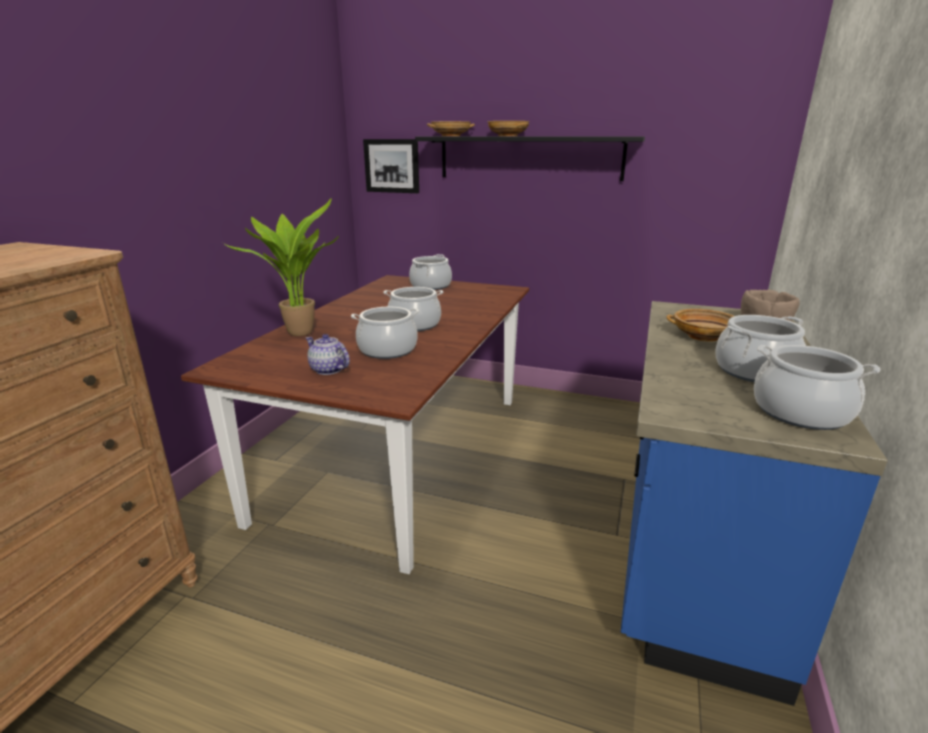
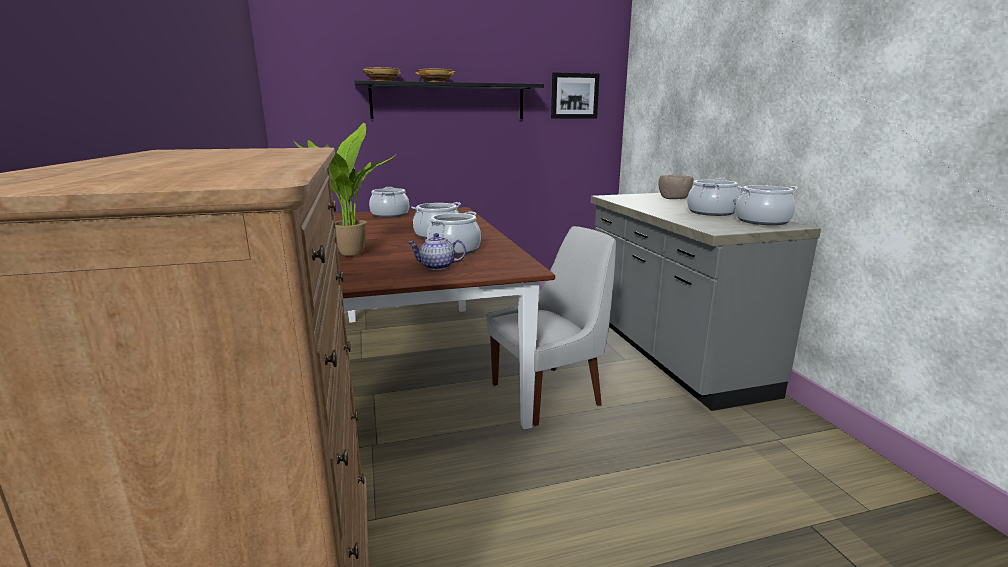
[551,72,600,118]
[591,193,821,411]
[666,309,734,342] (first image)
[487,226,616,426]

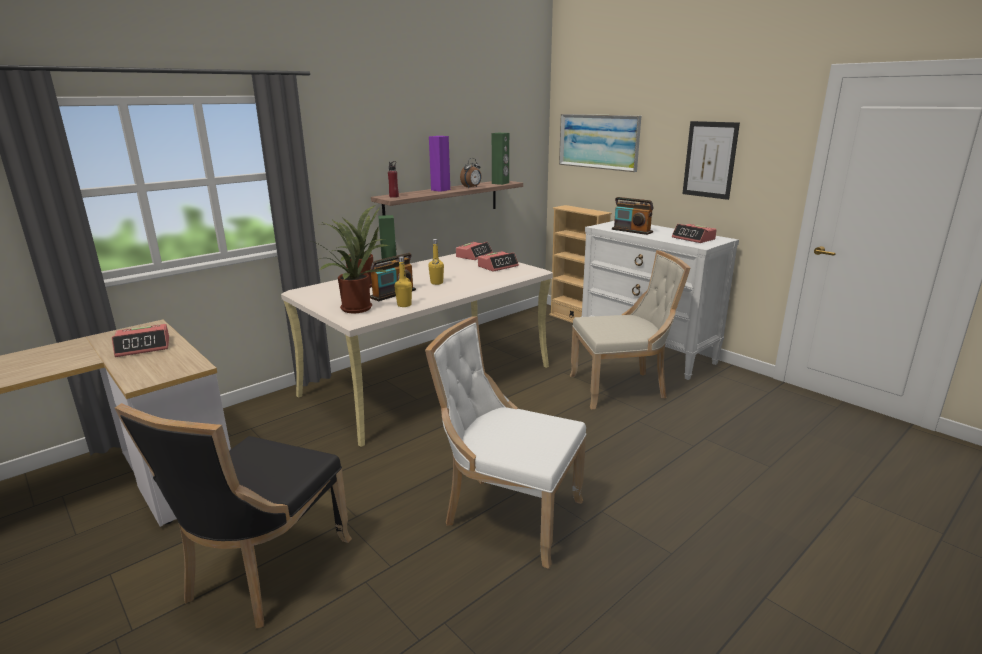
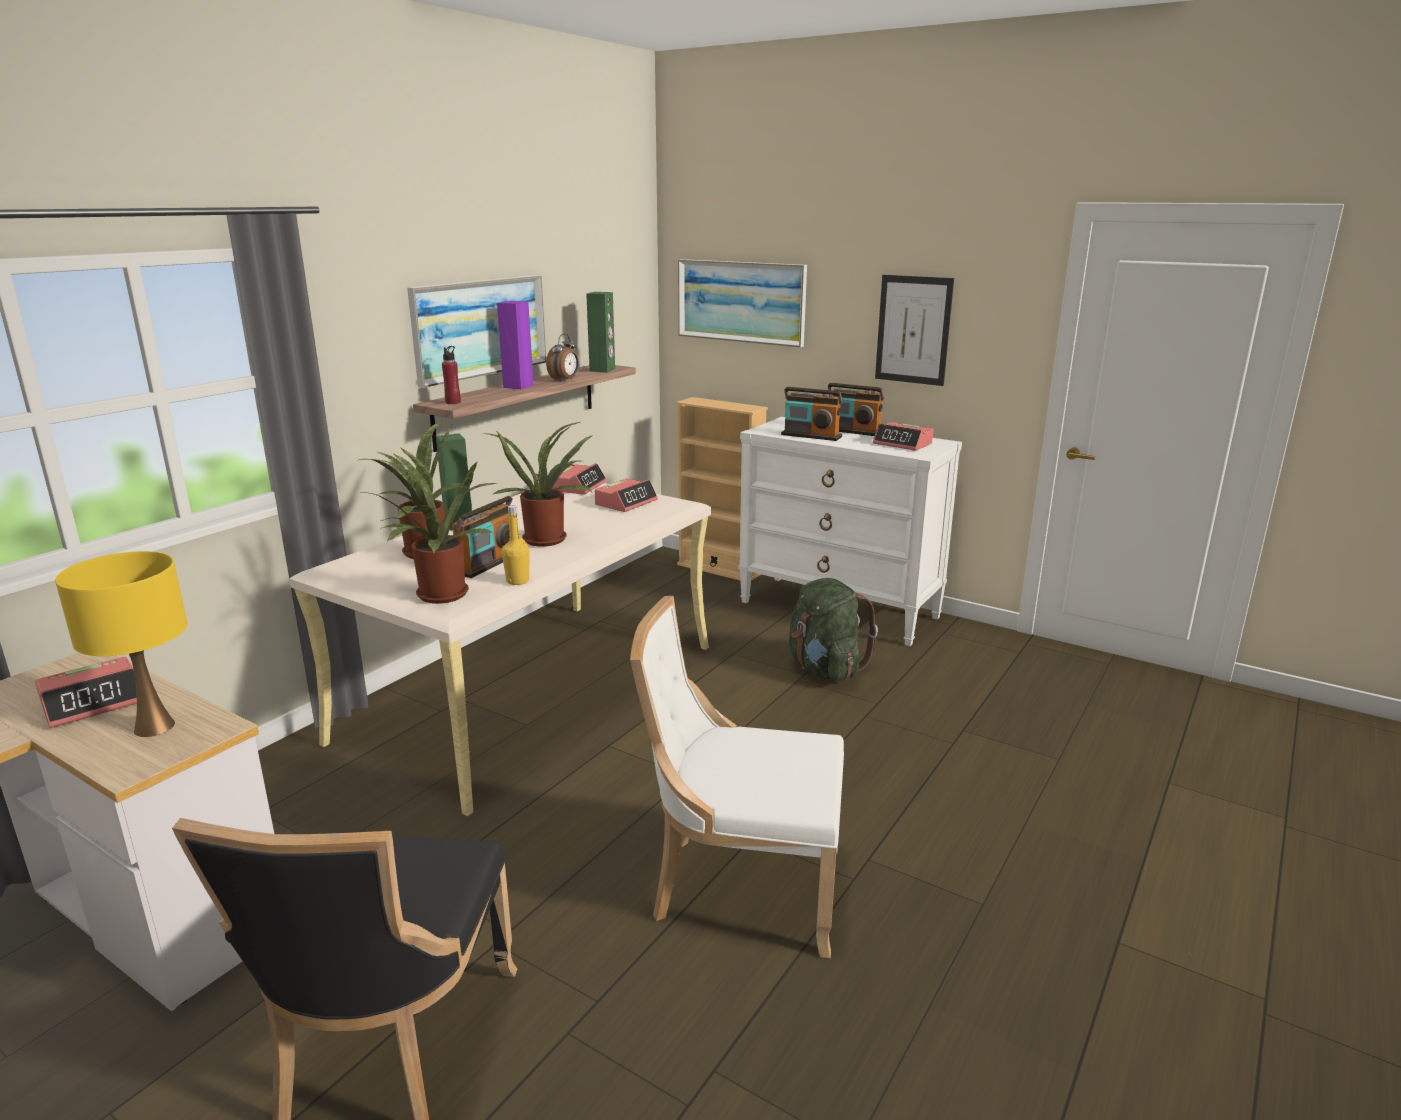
[483,422,593,547]
[789,578,878,681]
[55,551,187,737]
[407,275,546,388]
[828,383,884,436]

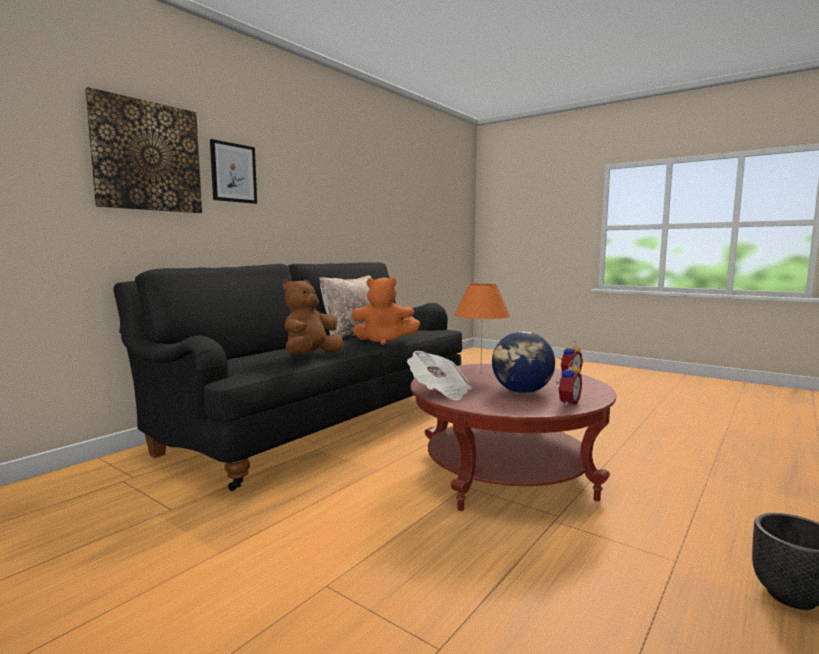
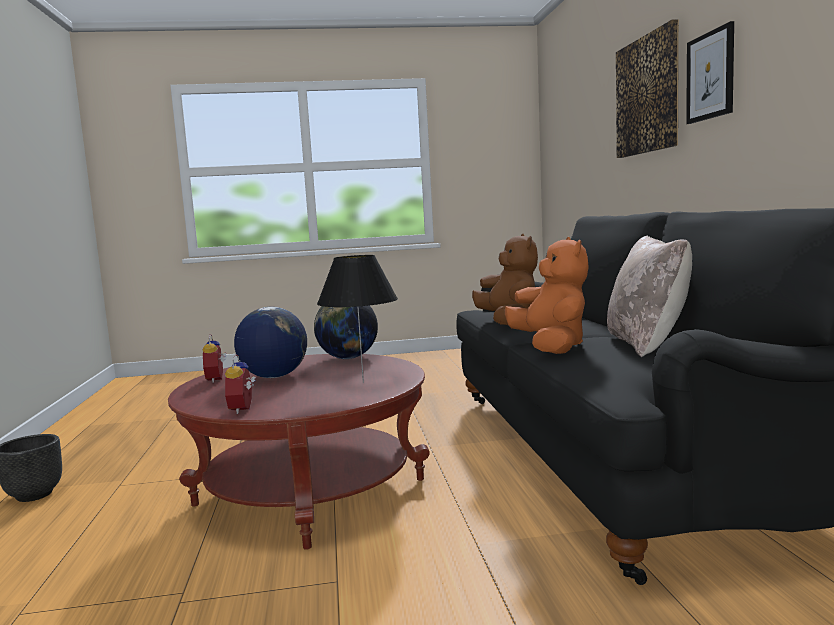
[505,237,589,354]
[314,305,378,359]
[317,255,398,383]

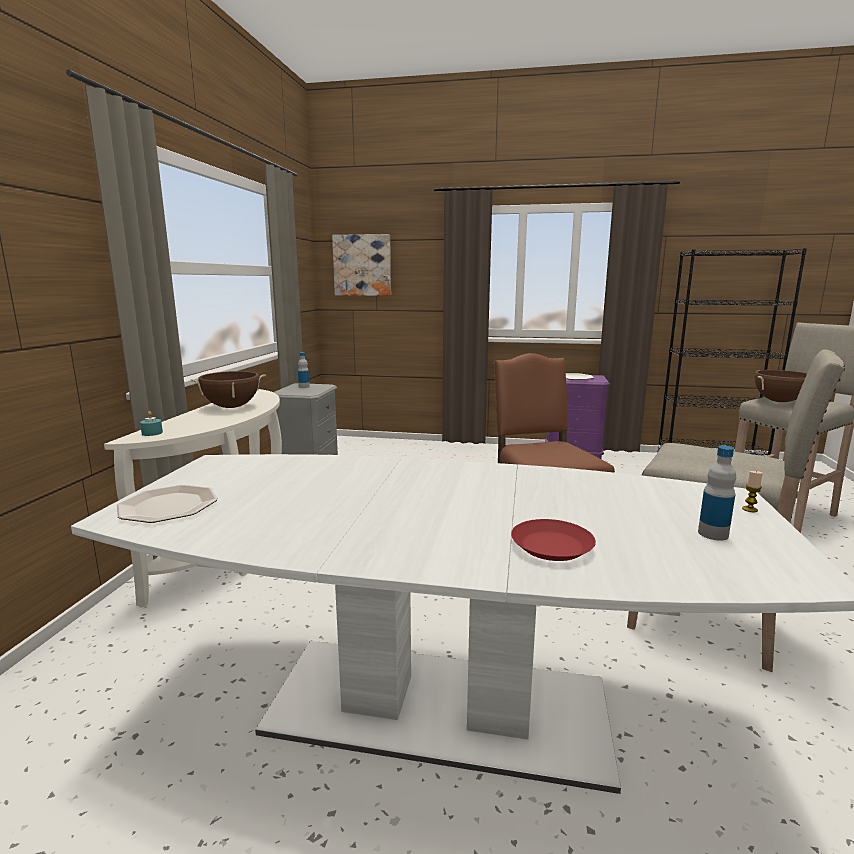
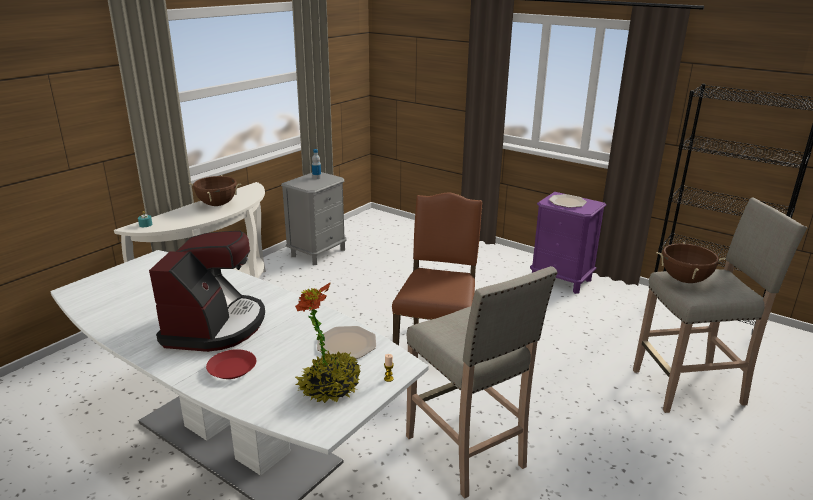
[317,326,376,359]
[332,234,391,296] (first image)
[295,282,361,403]
[149,231,265,352]

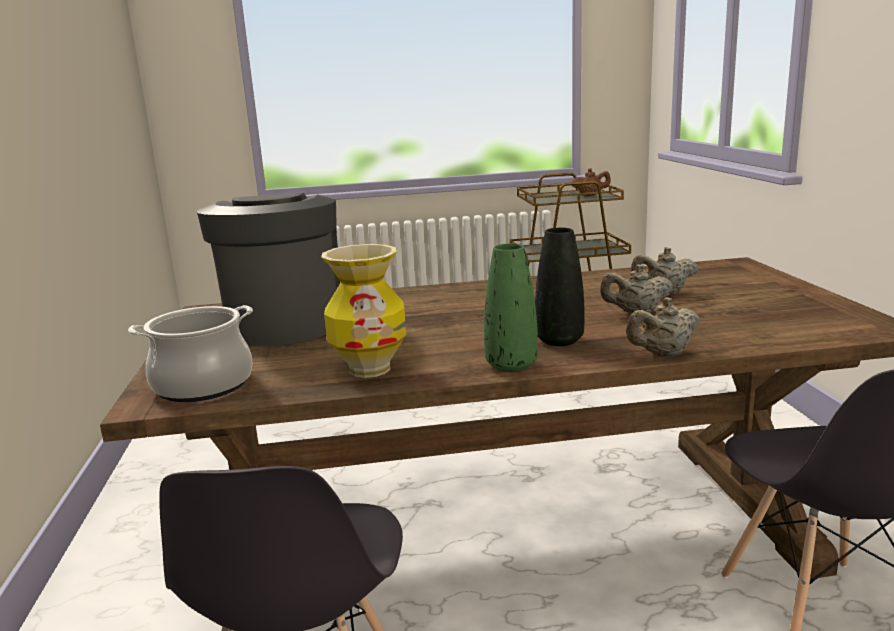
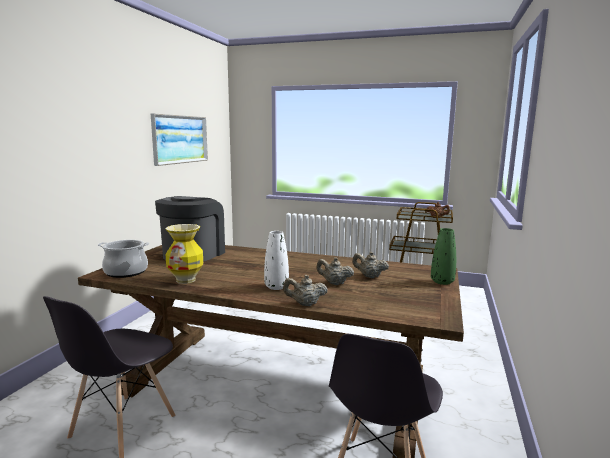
[431,228,456,285]
[264,231,289,290]
[151,113,208,166]

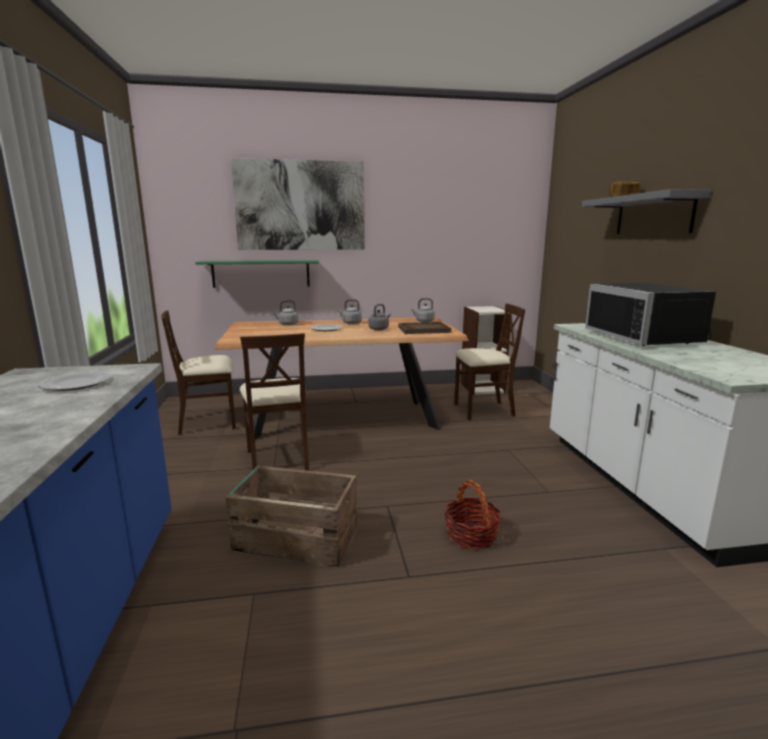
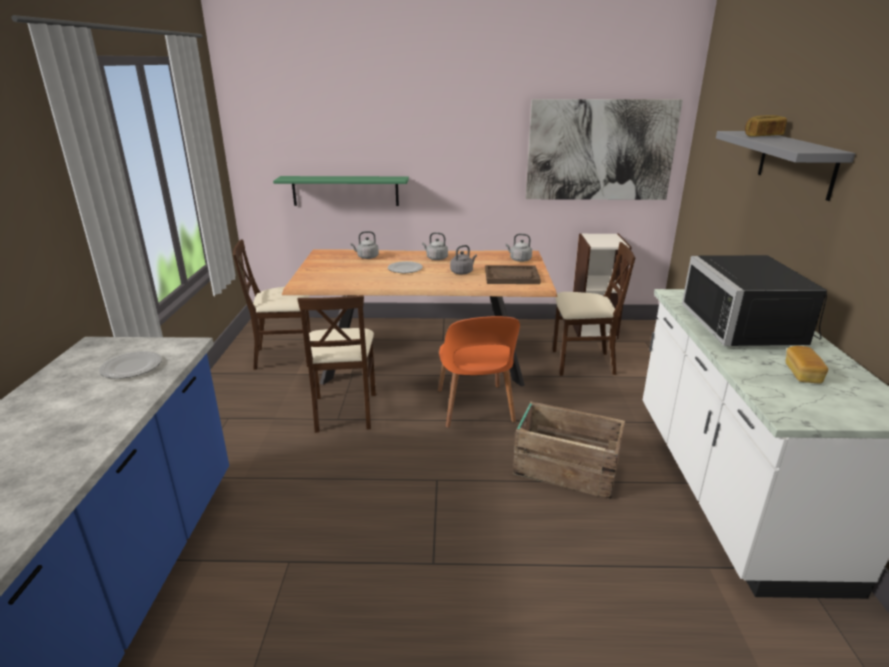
[513,401,625,499]
[526,99,683,200]
[444,480,501,550] (first image)
[438,316,520,428]
[786,346,828,384]

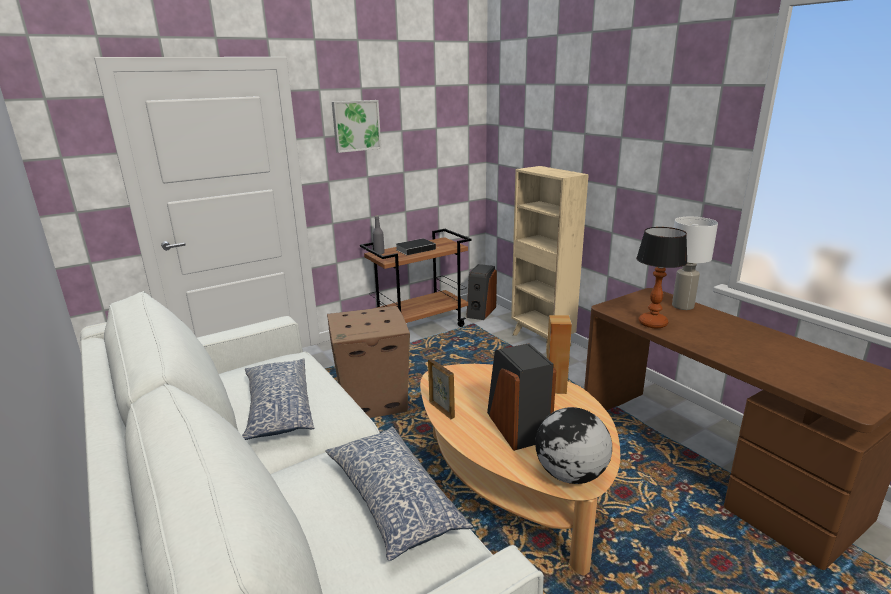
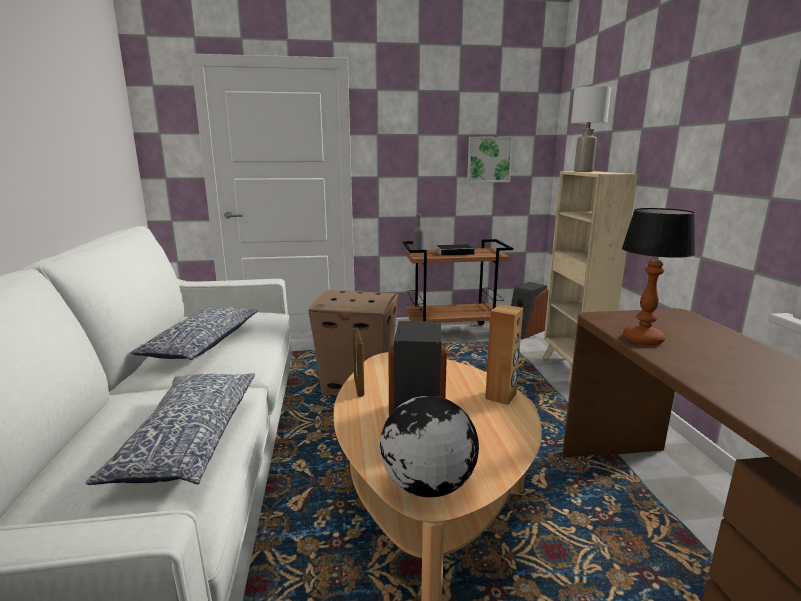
[467,137,513,183]
[571,86,611,172]

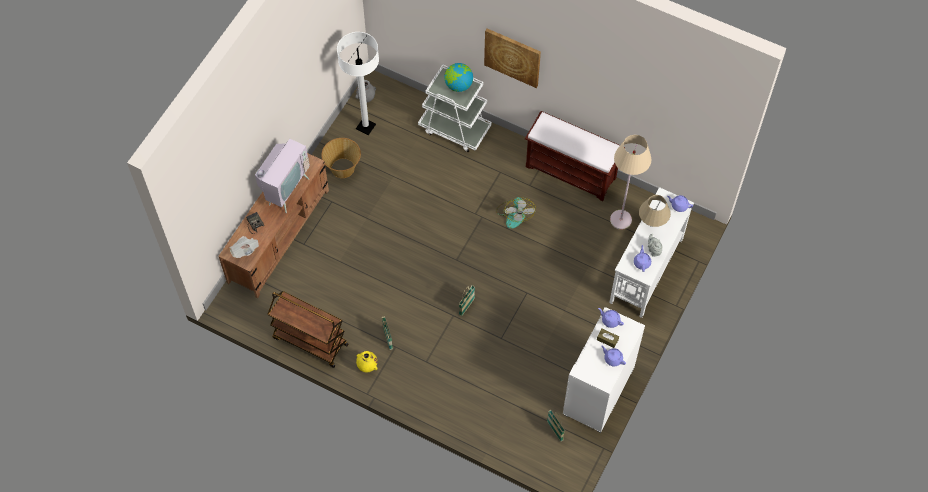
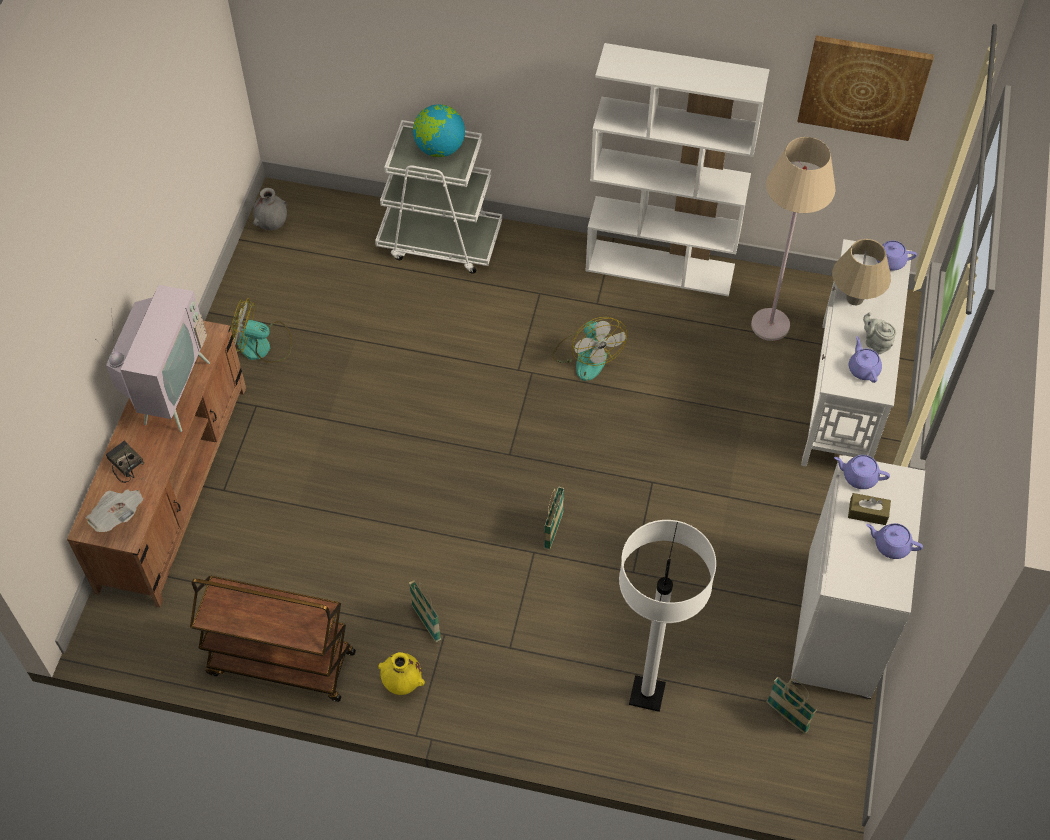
[231,298,292,363]
[619,520,716,712]
[797,35,934,141]
[585,43,770,297]

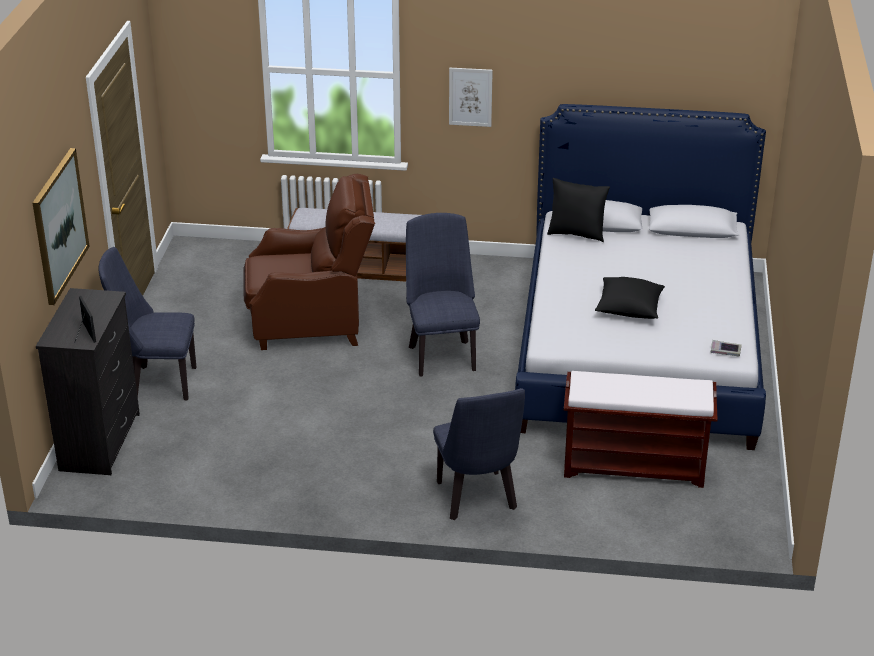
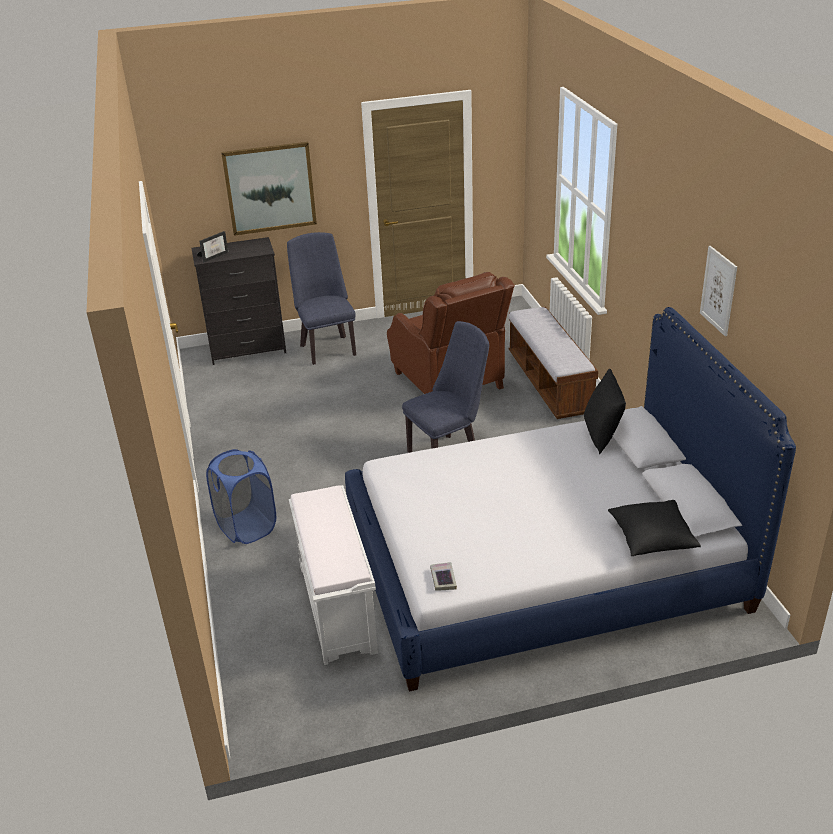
[206,449,276,544]
[700,246,737,336]
[289,485,378,665]
[608,500,701,556]

